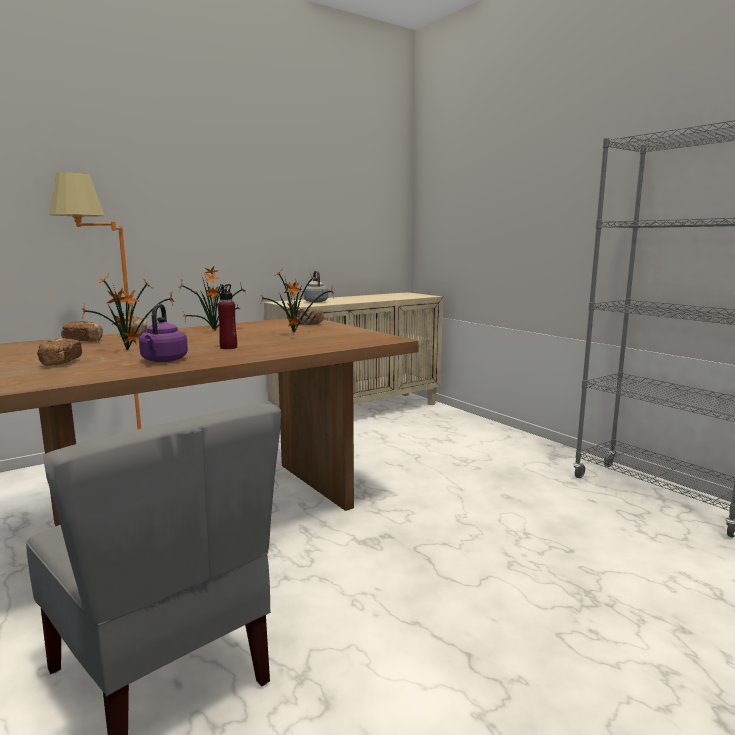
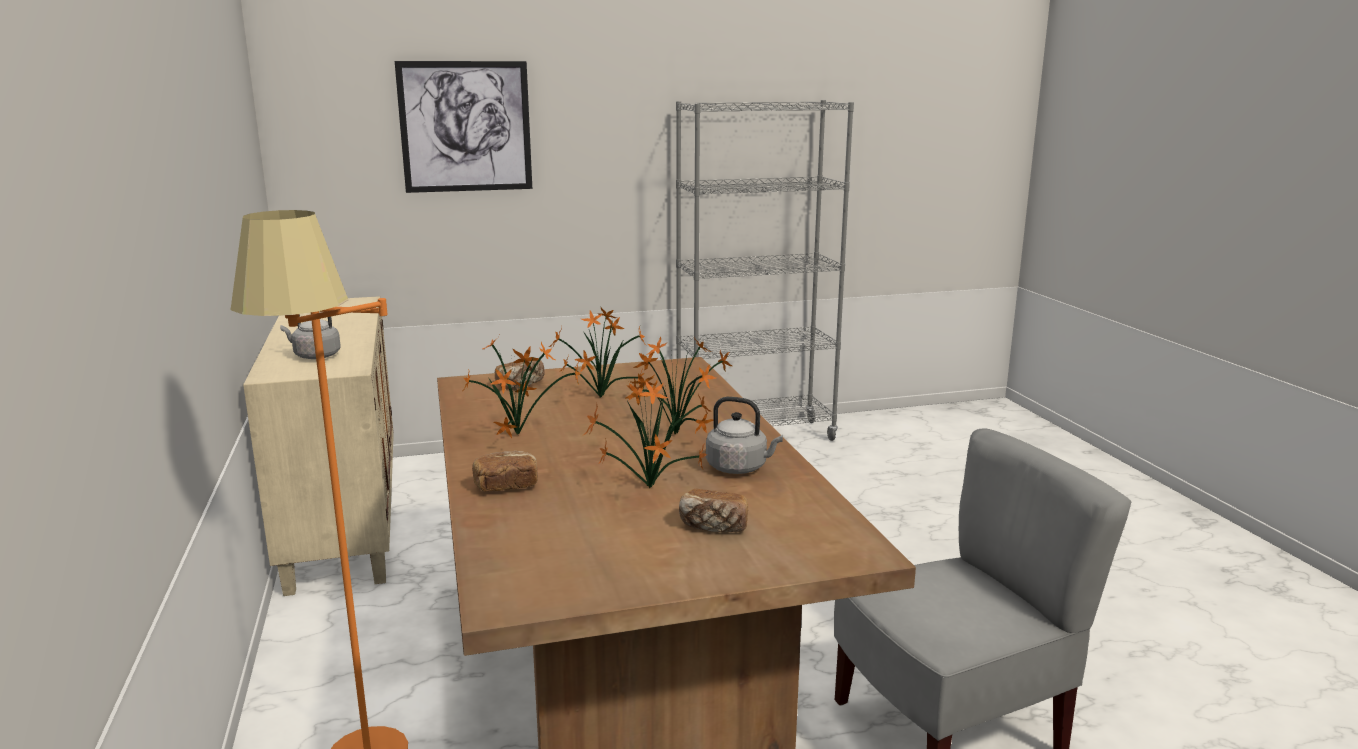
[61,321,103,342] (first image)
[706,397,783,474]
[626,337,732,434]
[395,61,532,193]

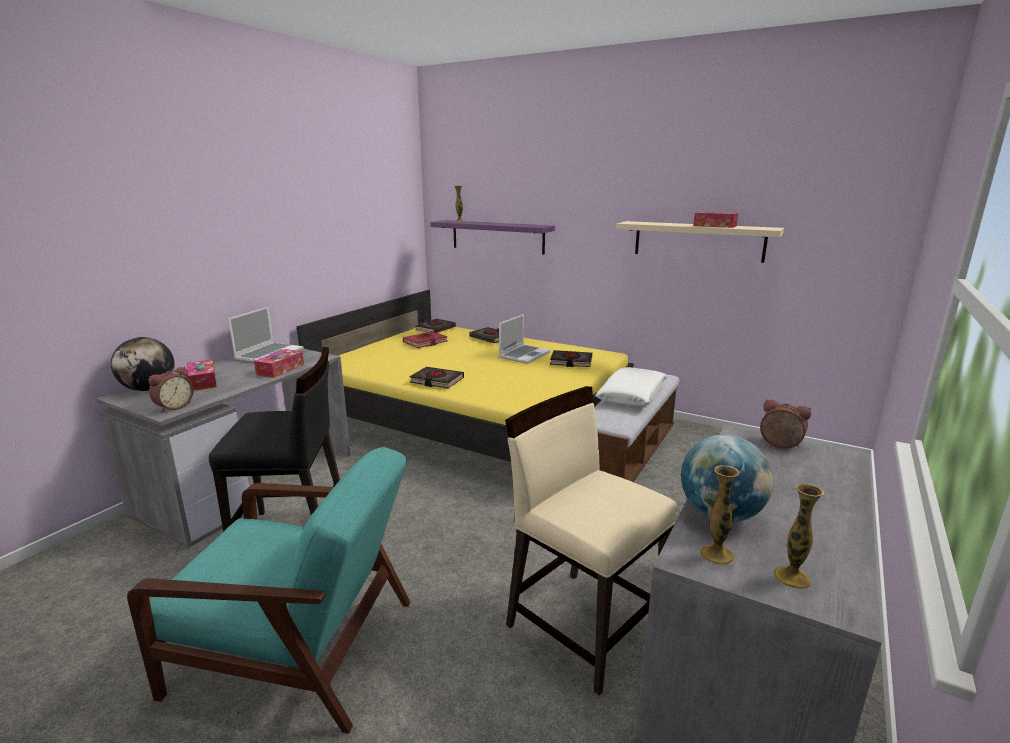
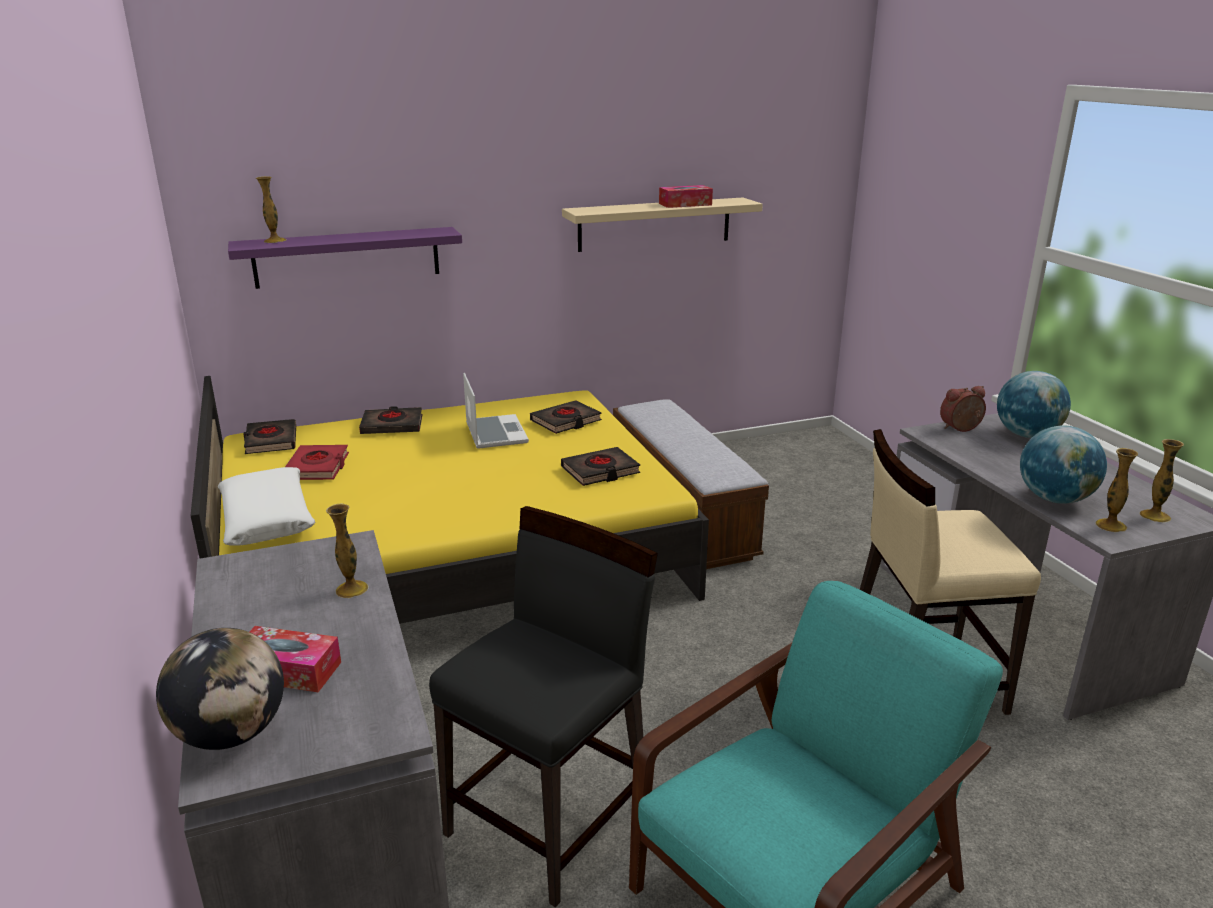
[149,367,194,413] (first image)
[228,307,303,363] (first image)
[326,503,369,598]
[561,447,640,486]
[218,467,315,546]
[997,371,1071,438]

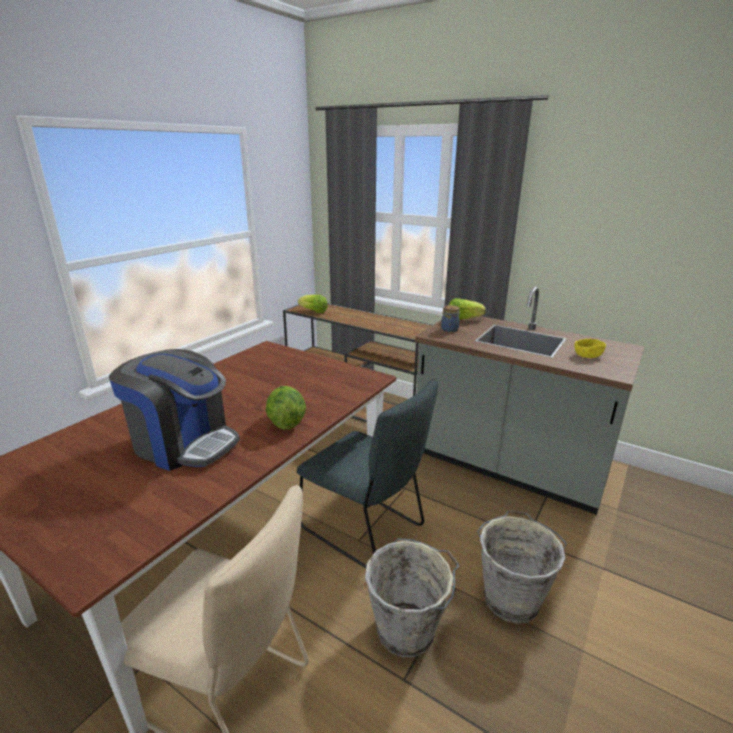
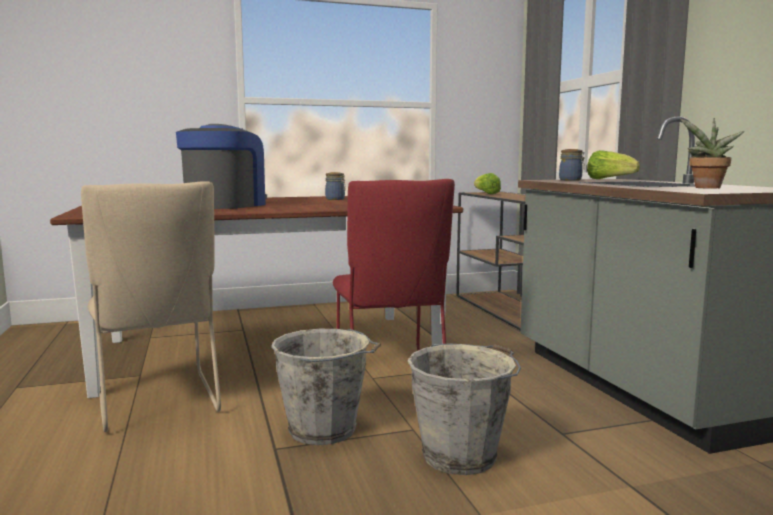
[176,124,267,209]
[265,386,306,430] (first image)
[333,179,455,351]
[680,118,745,189]
[325,172,346,200]

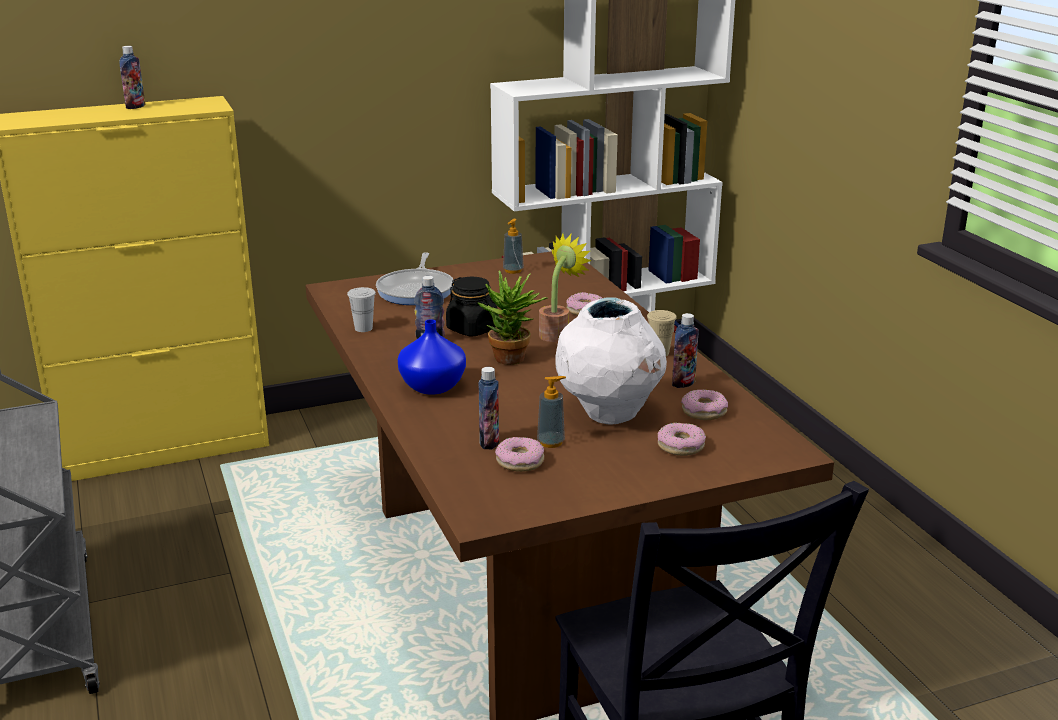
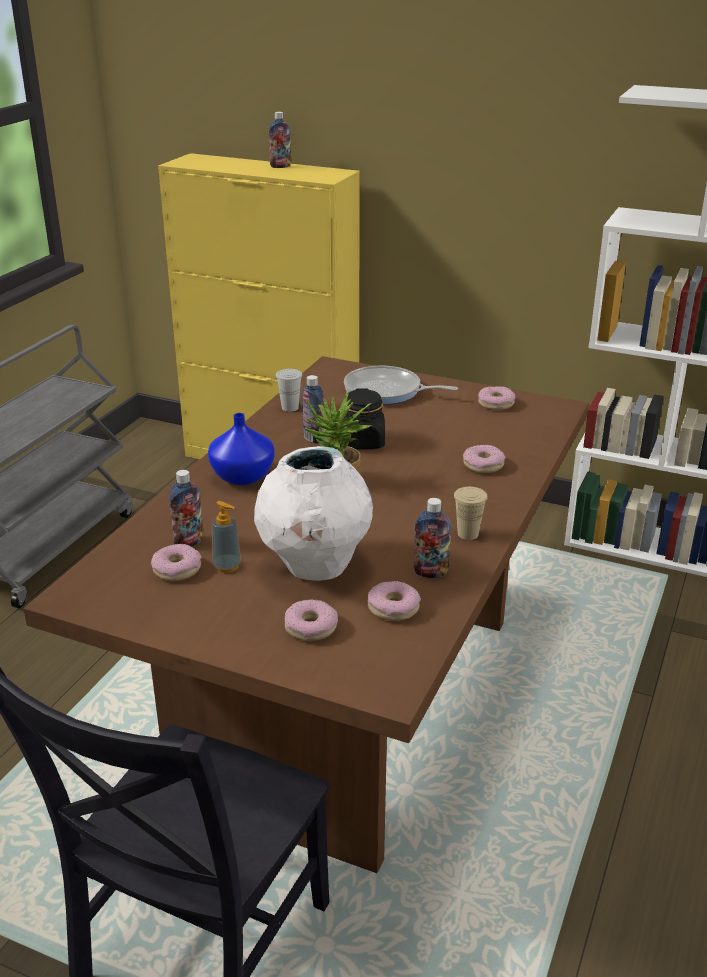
[344,366,458,405]
[478,386,515,410]
[539,233,592,342] (first image)

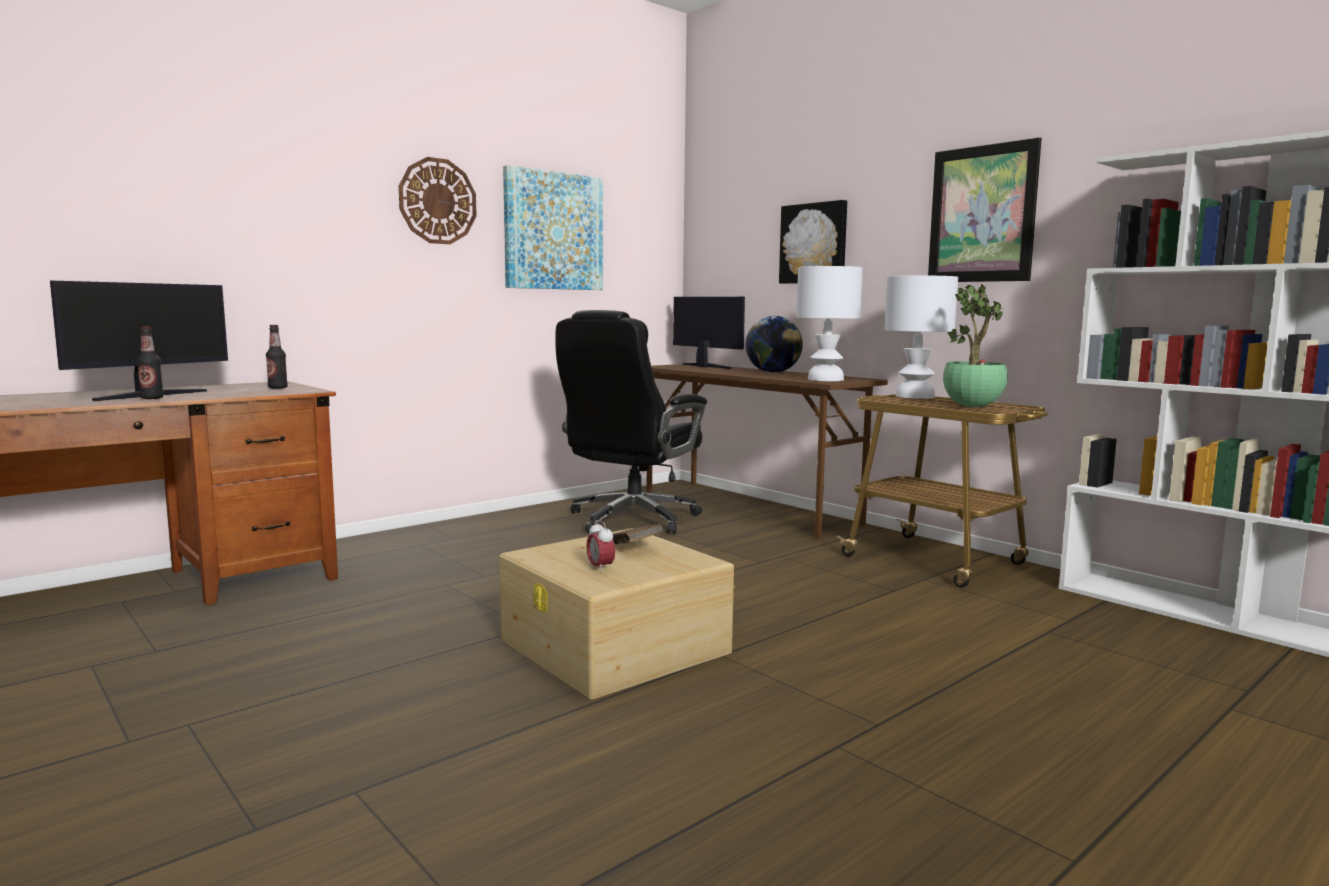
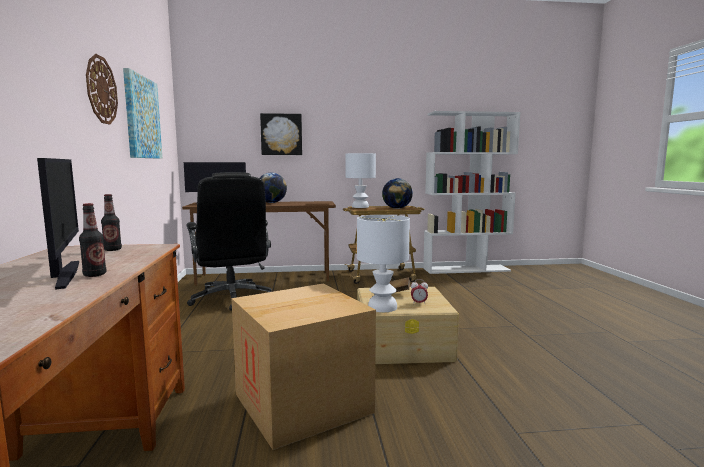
[357,215,410,312]
[928,137,1042,282] (first image)
[382,178,413,209]
[232,283,376,450]

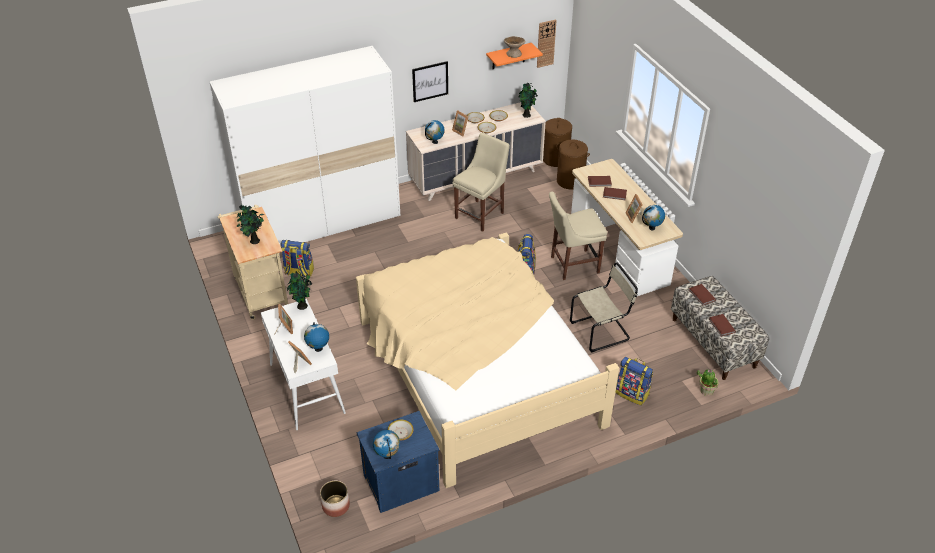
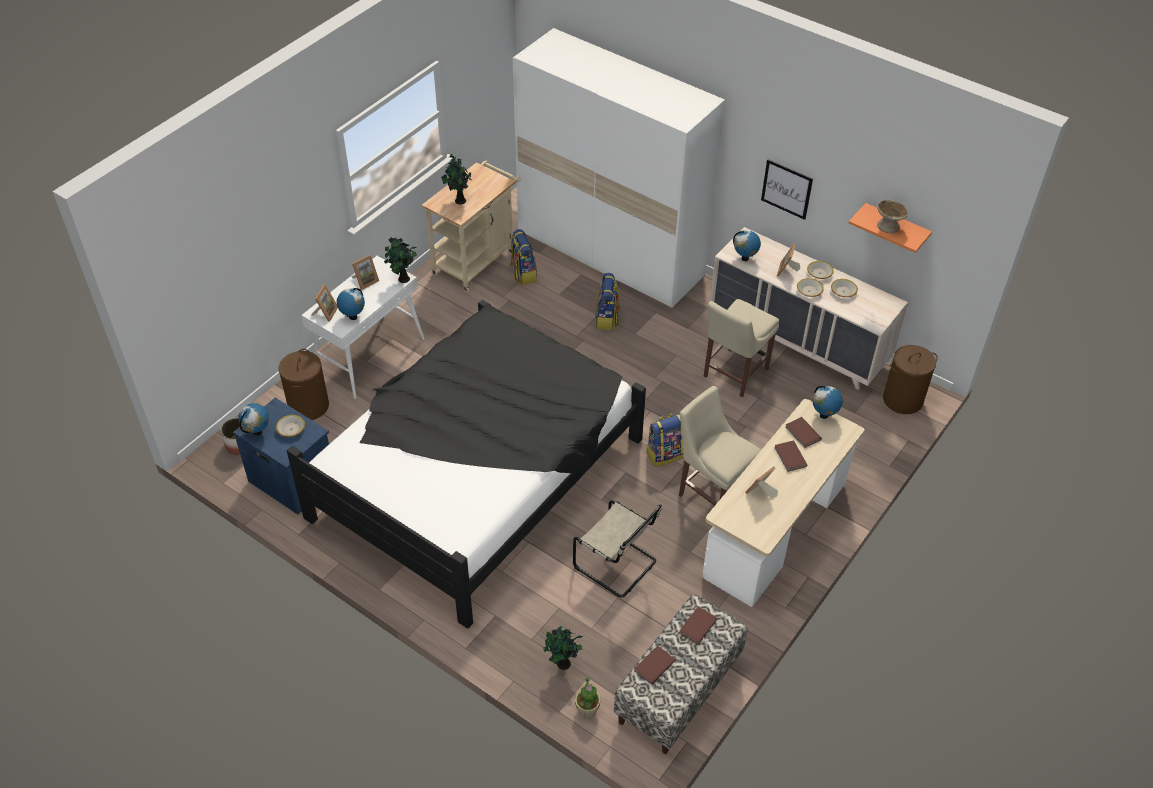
[287,300,646,629]
[704,299,779,397]
[543,626,583,670]
[537,20,556,68] (first image)
[278,349,329,420]
[595,273,620,330]
[813,386,843,419]

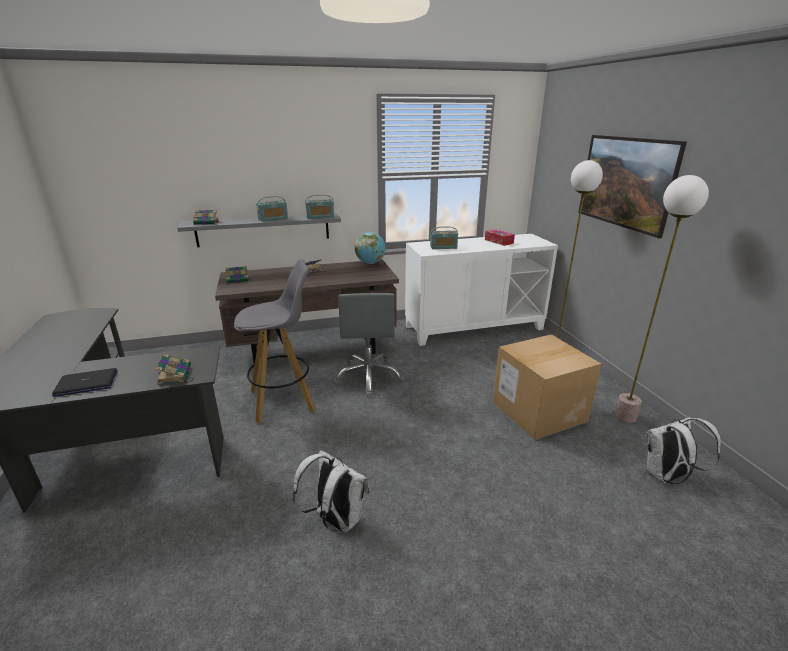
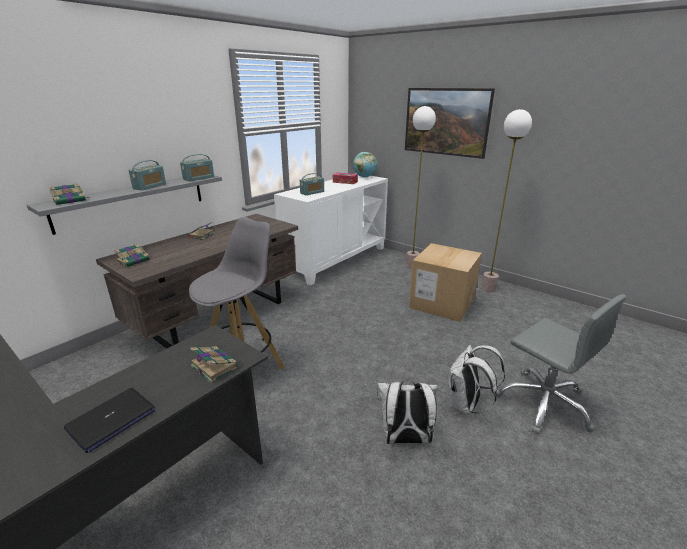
[496,294,626,434]
[353,152,377,178]
[448,345,505,415]

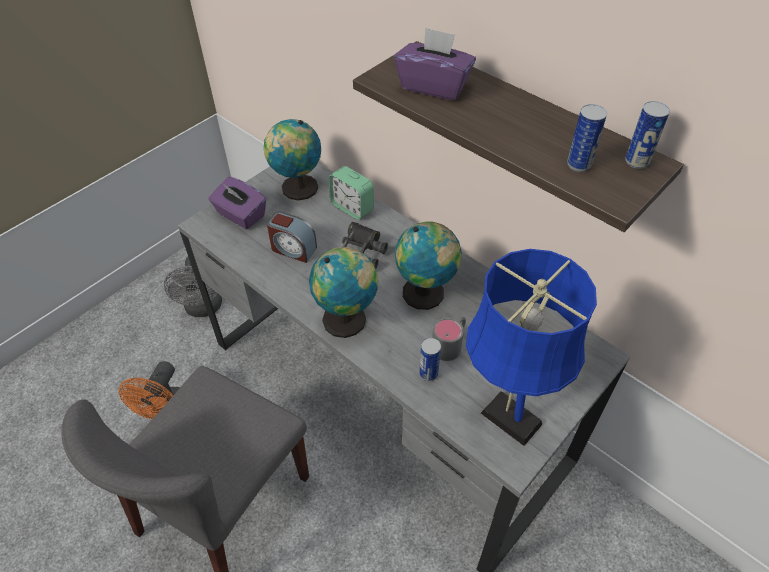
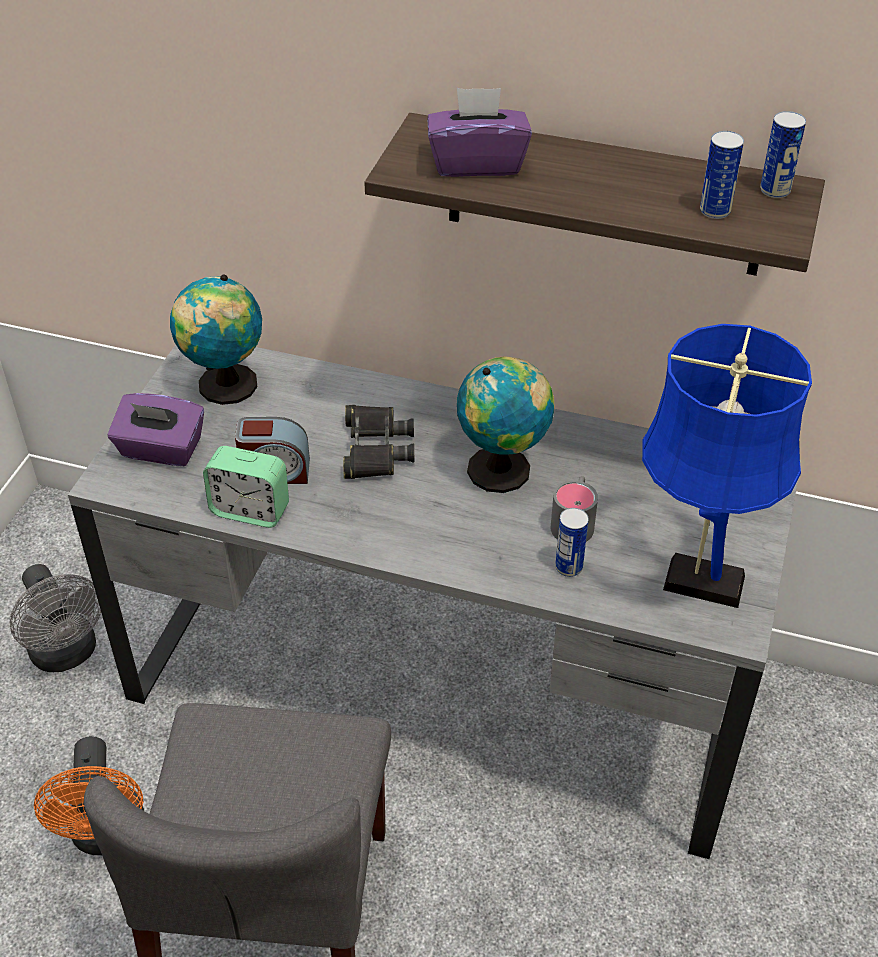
[309,247,378,338] (first image)
[203,446,289,528]

